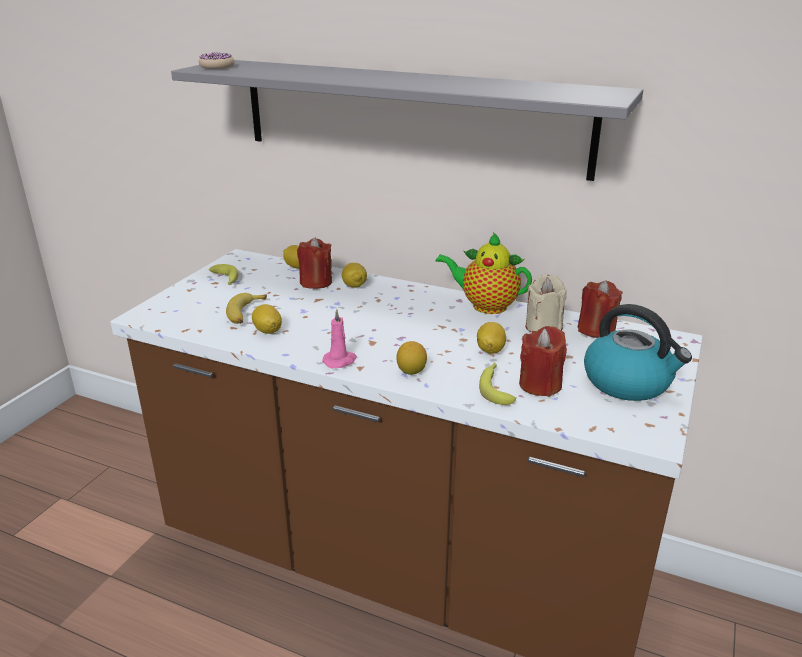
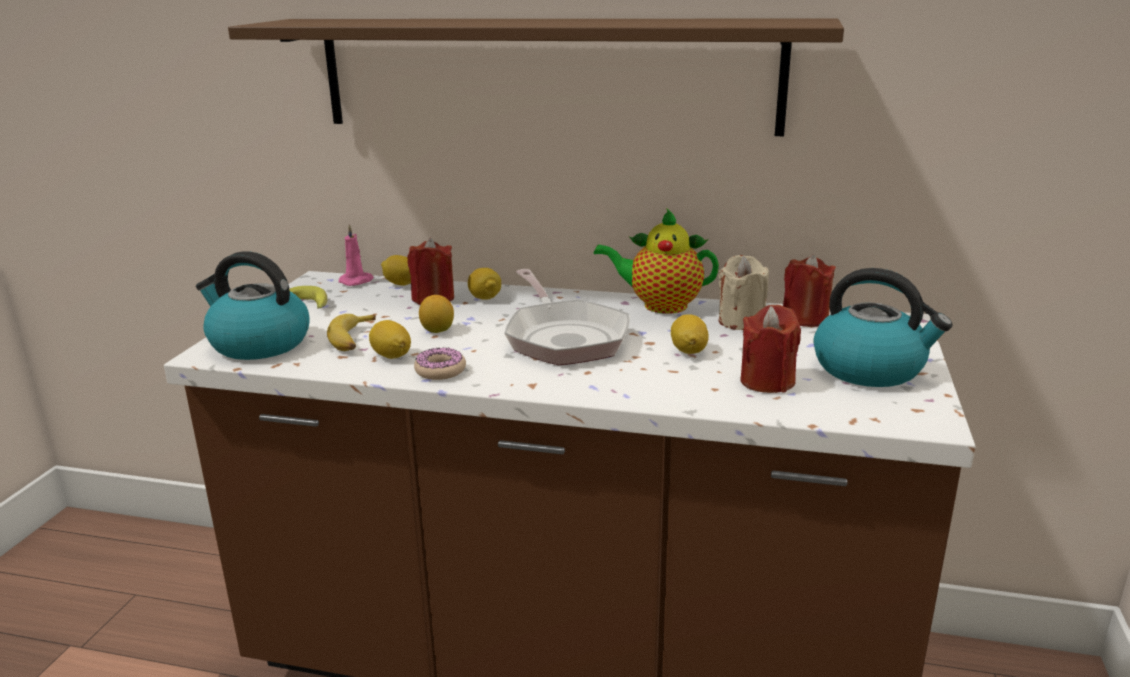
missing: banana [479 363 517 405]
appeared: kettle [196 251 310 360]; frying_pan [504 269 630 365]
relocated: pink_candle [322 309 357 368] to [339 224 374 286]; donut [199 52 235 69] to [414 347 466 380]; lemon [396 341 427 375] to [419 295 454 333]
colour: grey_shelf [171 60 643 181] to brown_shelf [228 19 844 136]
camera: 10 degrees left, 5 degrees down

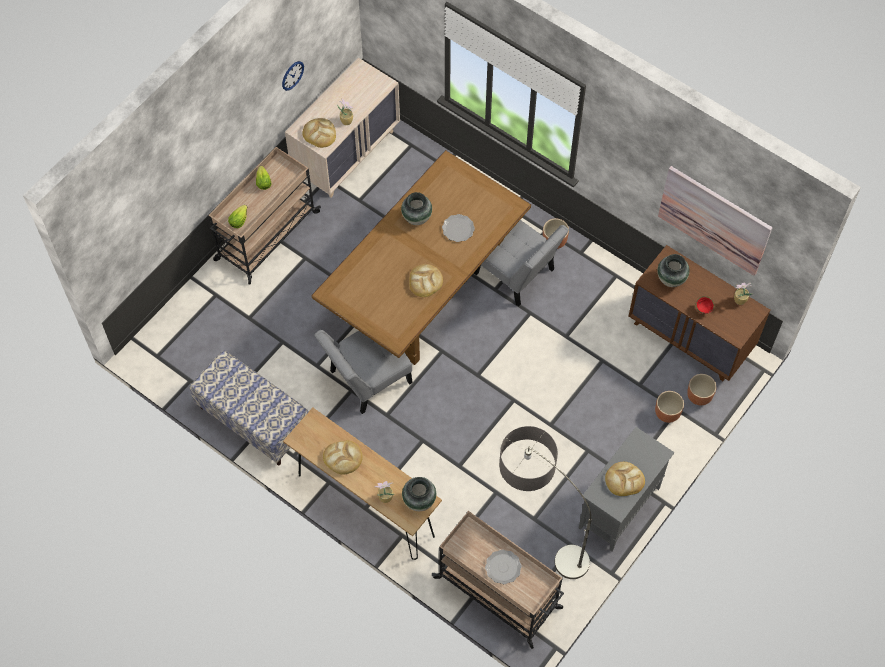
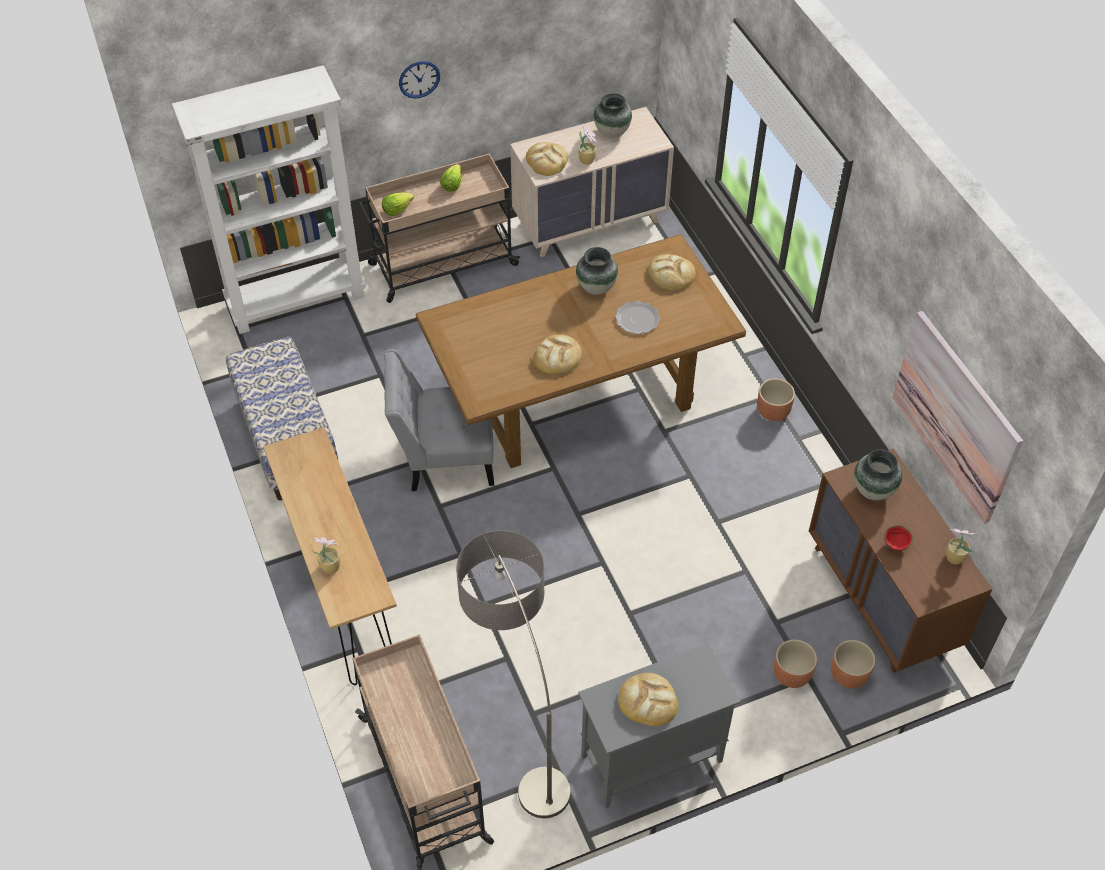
missing: grey_chair [474 220 569 307]; plate [485 549 522 584]
appeared: white_bookcase [172 65 366 334]
relocated: wall_clock [282 61 304 91] to [399 61 440 98]; vase [402 477 436 511] to [594 93 632 138]; bread [323 441 363 475] to [648 254 696 290]
camera: 30 degrees right, 10 degrees down

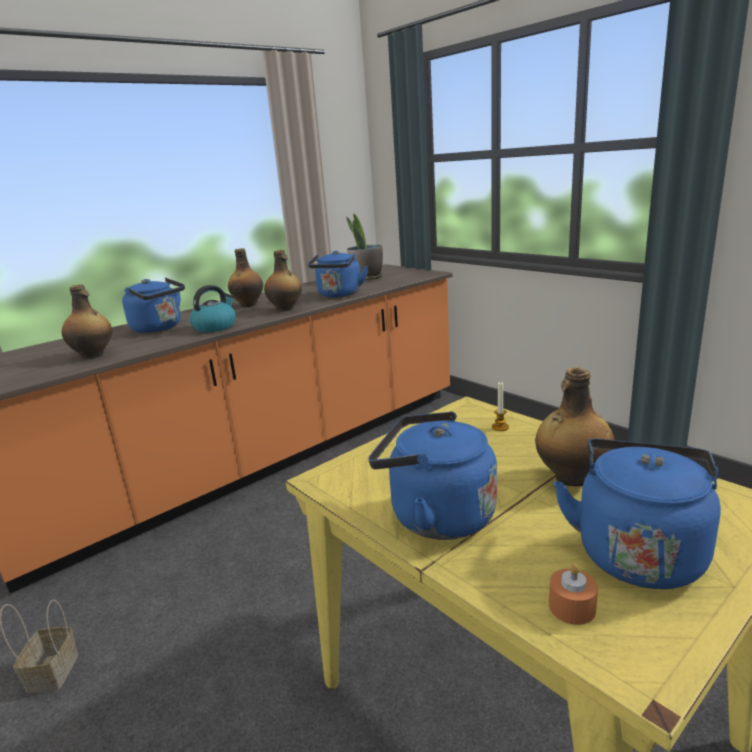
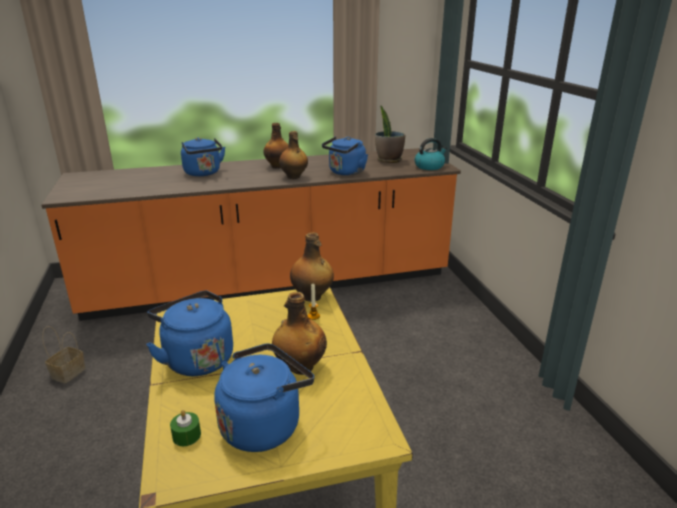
relocated: bottle [62 284 112 359] to [290 232 334 302]; kettle [190 285 236 332] to [414 138 447 170]
colour: orange_candle [549 563 598 625] to green_candle [170 410 201 446]
camera: 25 degrees right, 5 degrees up

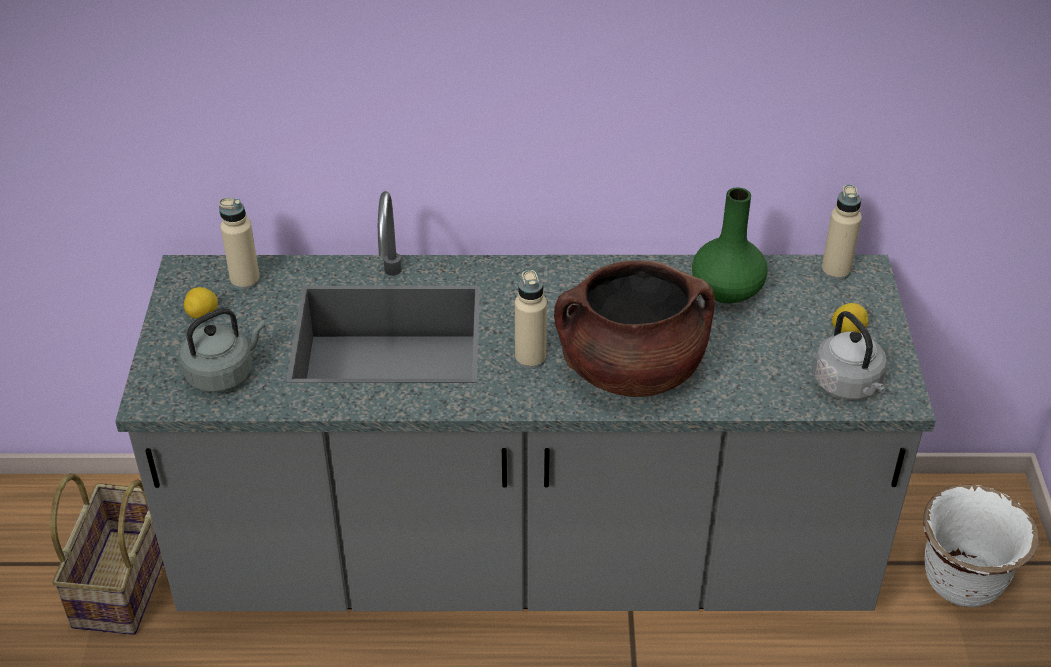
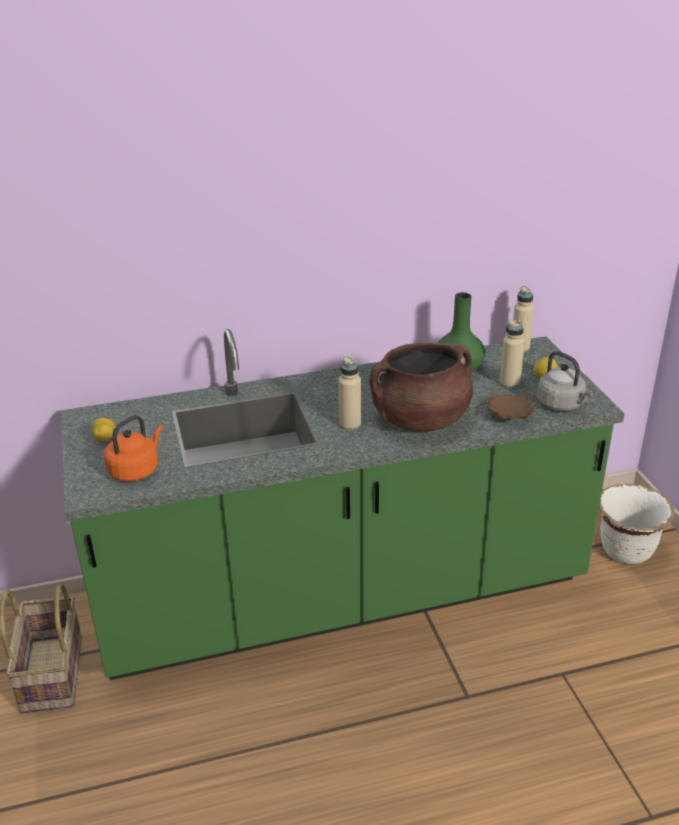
appeared: brown_plate [484 388 539 420]
relocated: beige_bottle [219 198 260 290] to [500 320 525 388]
colour: grey_counter [115 191 936 611] to green_counter [61 329 625 680]; grey_kettle [180 308 265 393] to orange_kettle [104 415 163 482]
camera: 15 degrees left, 10 degrees down

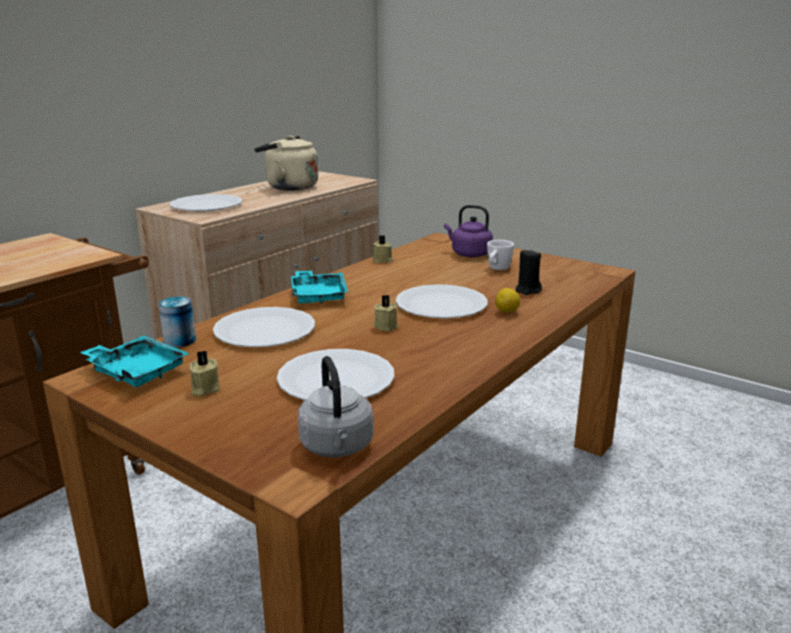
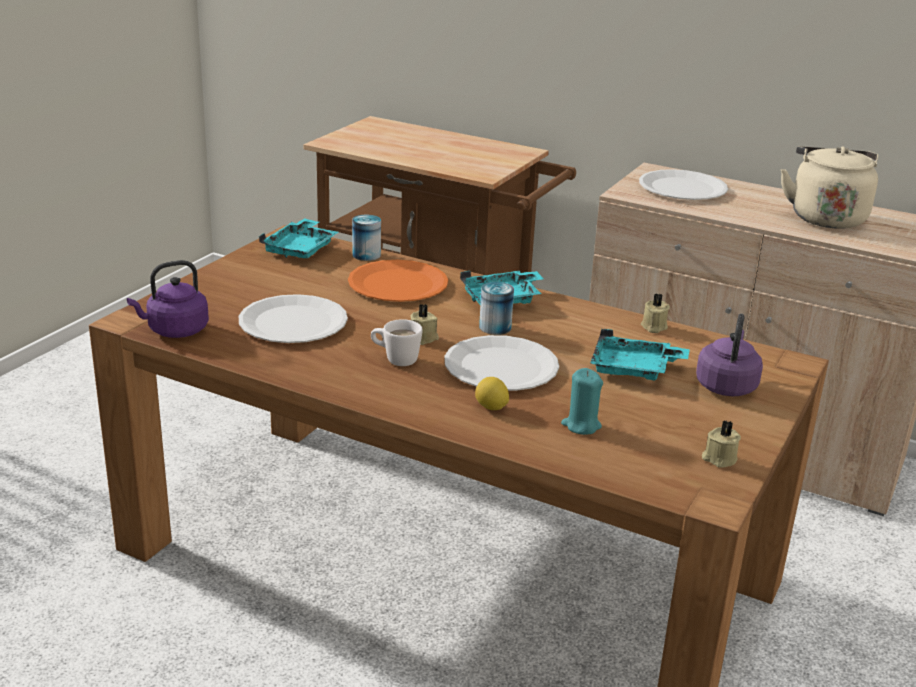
appeared: can [479 282 514 335]; turquoise_tray [590 329 690 381]
relocated: white_mug [487 240 514 270] to [371 319 423 366]; beige_candle [190 351 219 396] to [702 420 741 468]
colour: grey_kettle [298 356 374 458] to purple_kettle [127 260 209 338]; white_plate [213 307 315 347] to orange_plate [348 260 448 302]; black_candle [516 249 542 295] to turquoise_candle [561 368 603 435]
camera: 80 degrees right, 5 degrees up

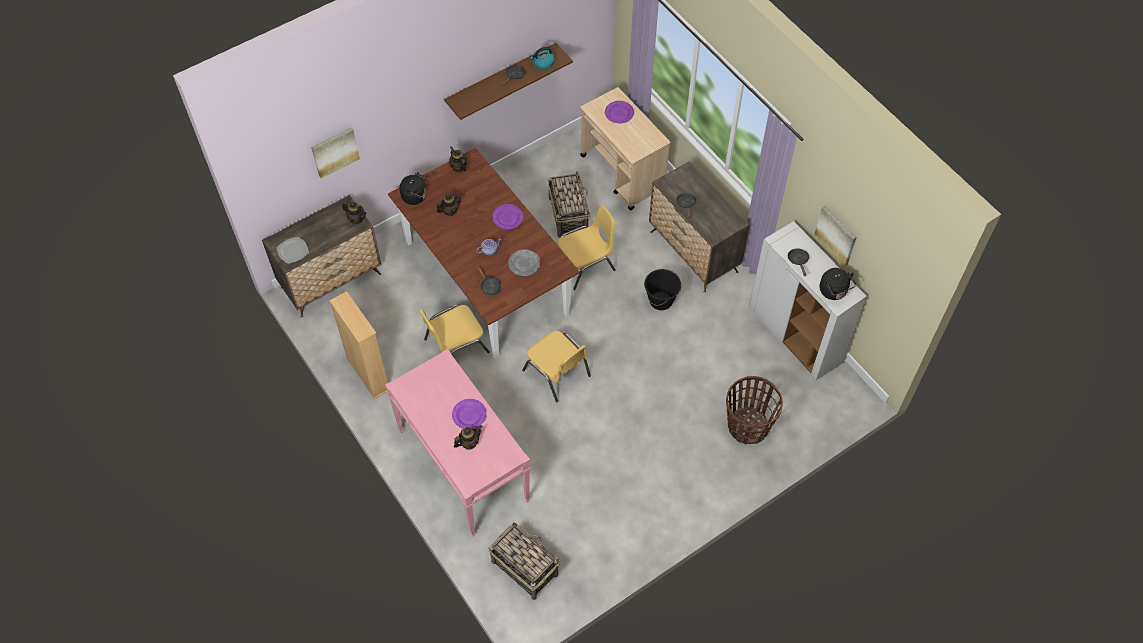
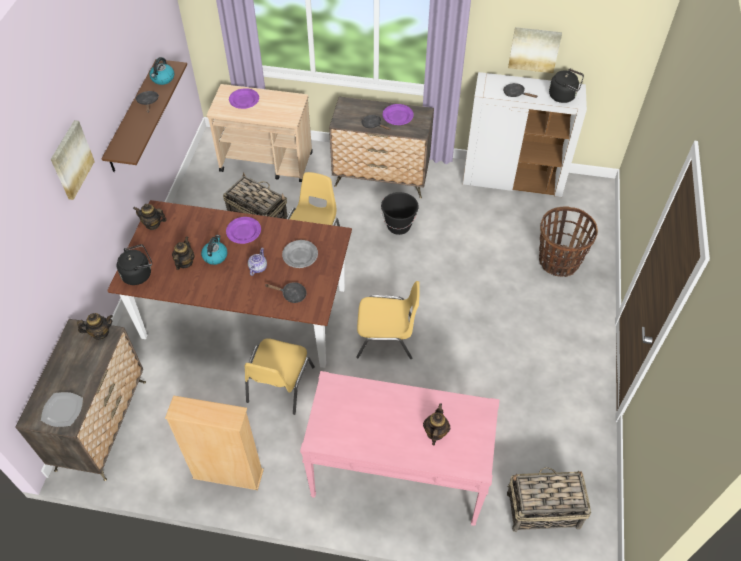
appeared: kettle [201 235 227 265]
relocated: picture [311 127 360 178] to [51 120 95 200]; purple_plate [452 399 487 429] to [383 104 414 125]
camera: 45 degrees left, 5 degrees down

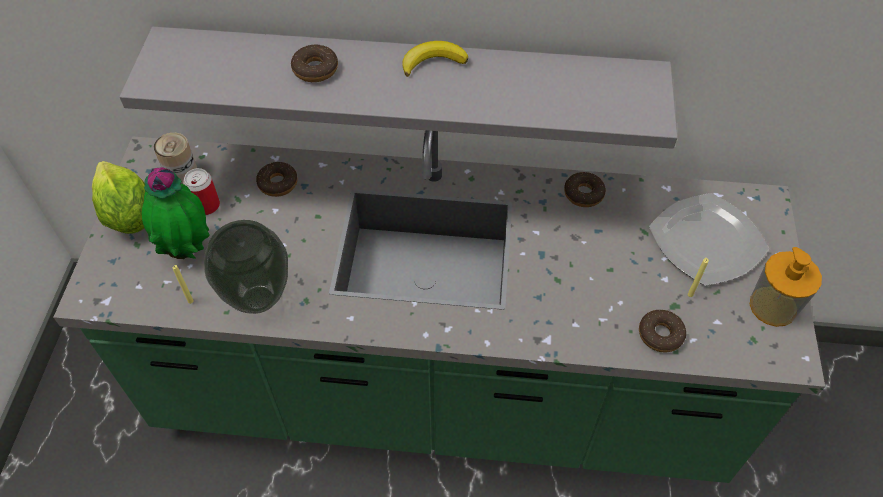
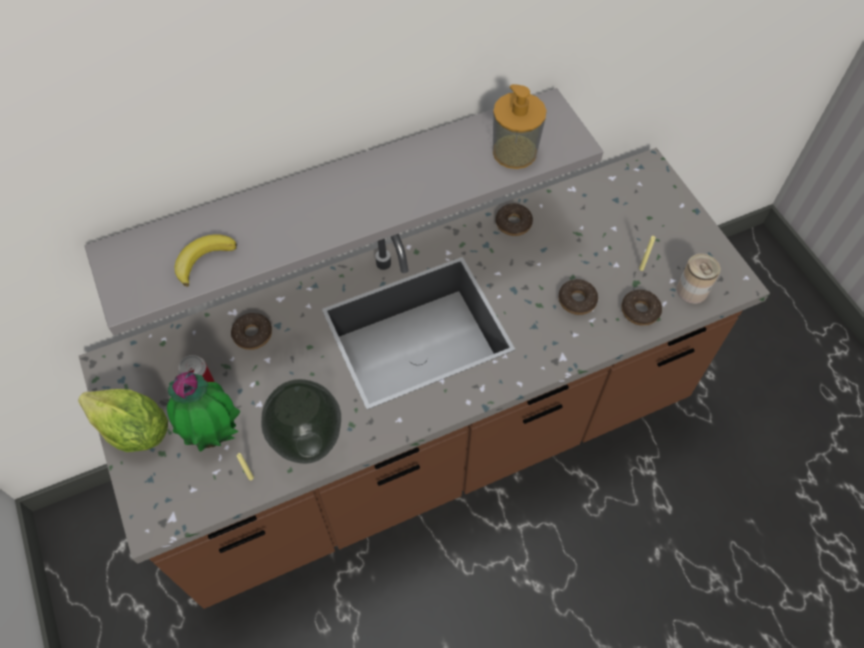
missing: plate [649 193 769 286]
relocated: banana [403 41 468 77] to [175 234 237 287]; soap_dispenser [750 247 822 327] to [493 84 547 169]; donut [291 45 338 82] to [559 279 598 315]; can [154 133 197 184] to [677 254 720 304]
colour: green_counter [53 130 825 483] to brown_counter [79 148 770 609]
camera: 30 degrees left, 5 degrees up

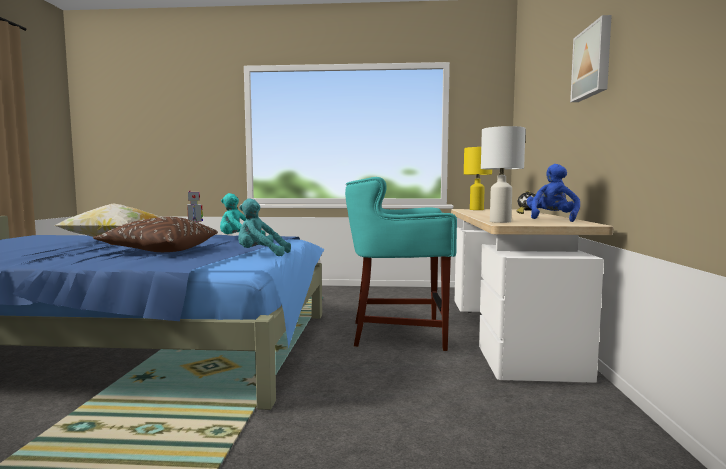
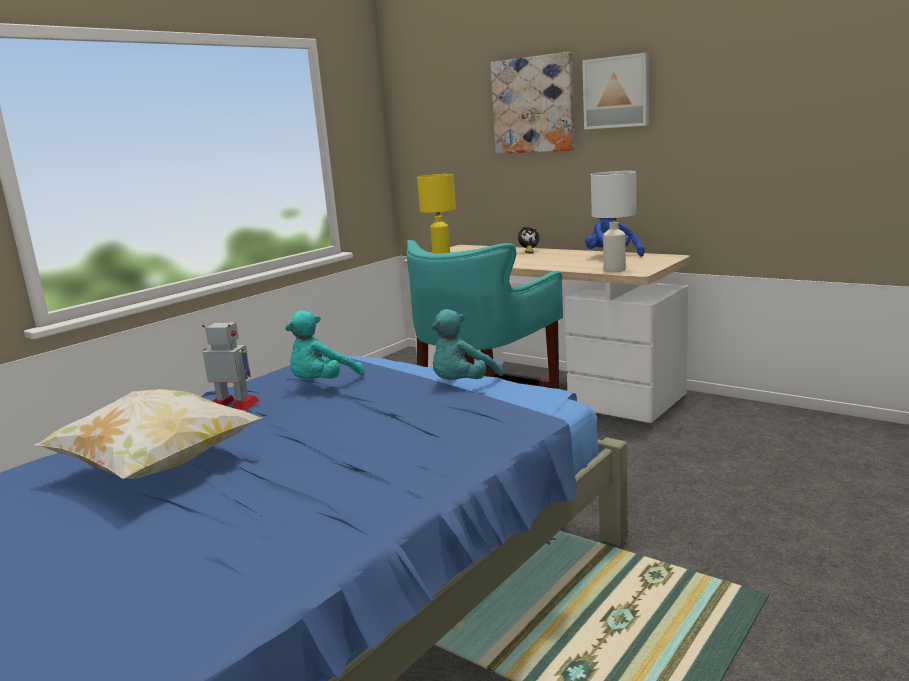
missing: brown_pillow [93 217 218 252]
appeared: picture [490 52 575 154]
camera: 55 degrees left, 10 degrees up

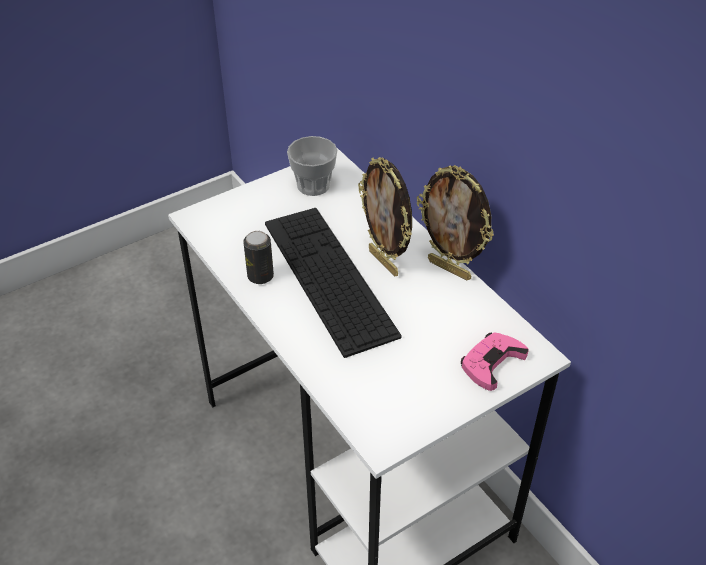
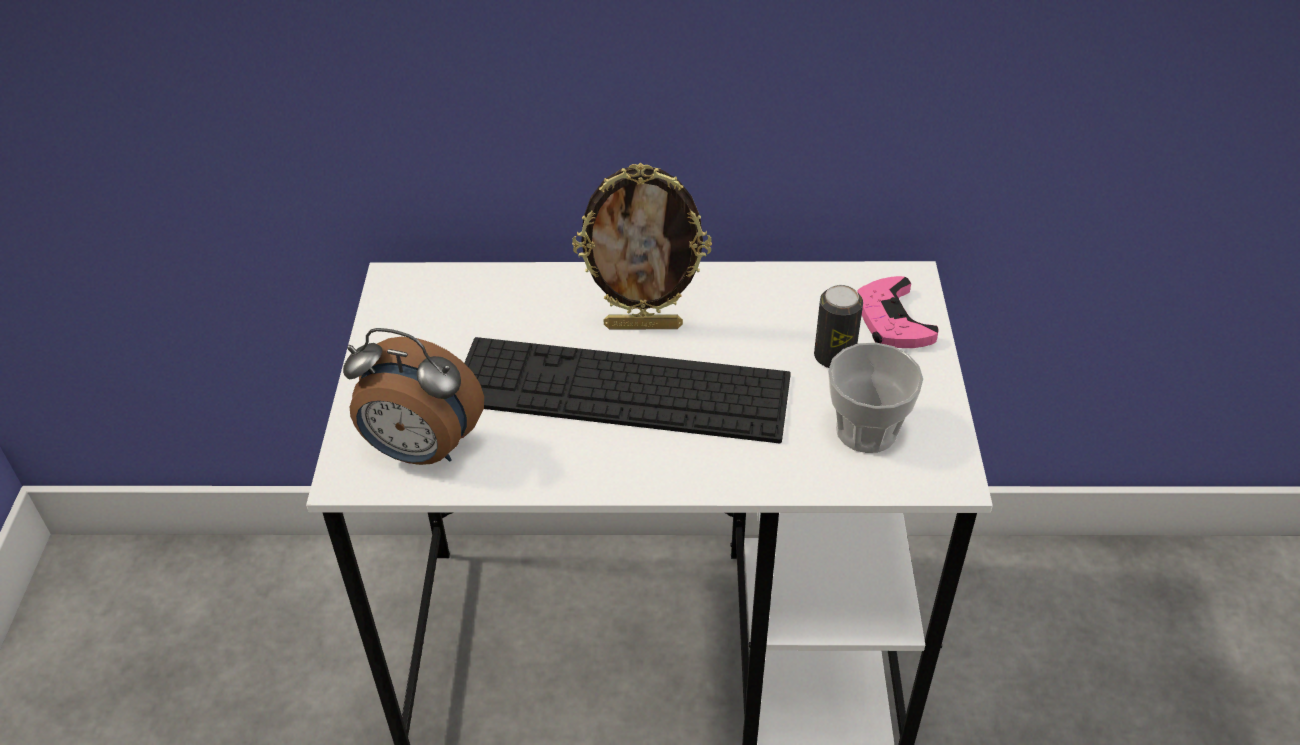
missing: picture_frame [417 165 494 280]
appeared: alarm_clock [343 328 484 465]
relocated: can [243 231 274 284] to [814 285 863 368]; cup [287 136 337 196] to [828 343 923 453]
camera: 55 degrees left, 0 degrees up

